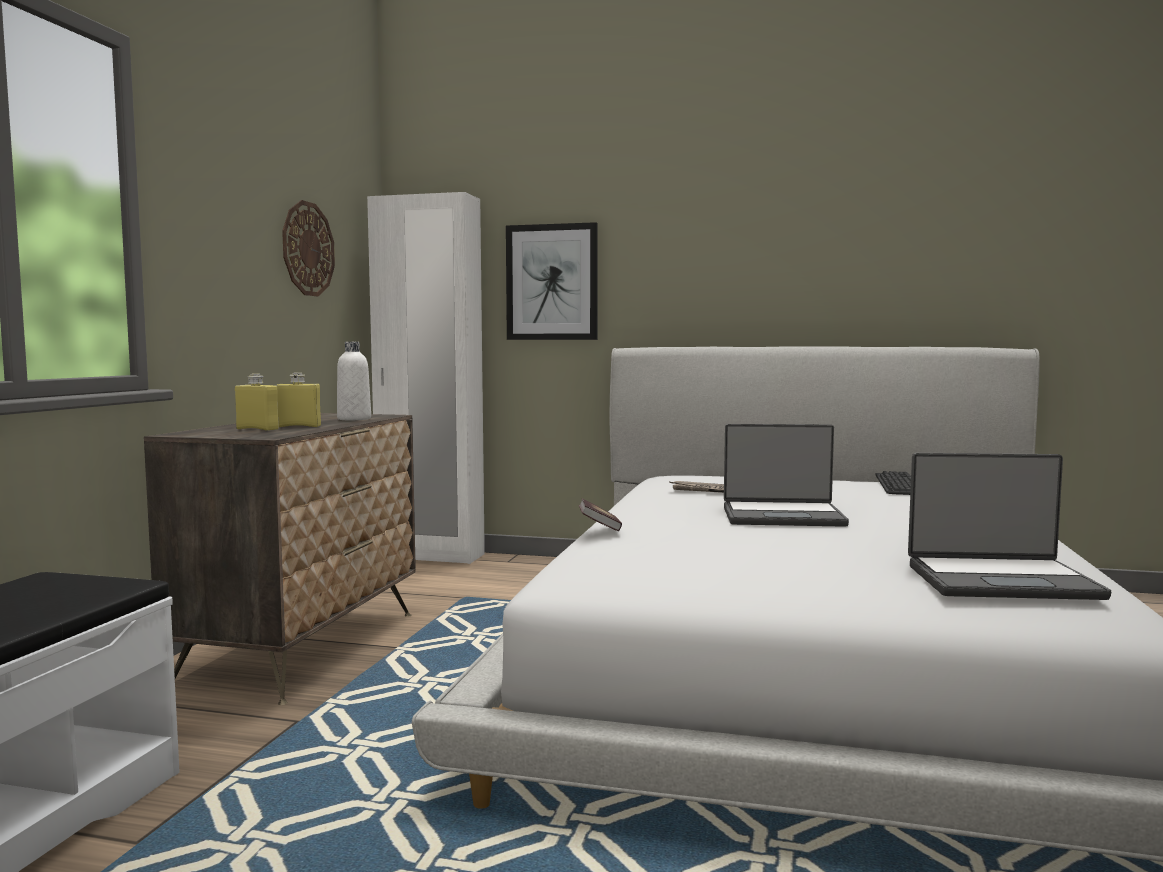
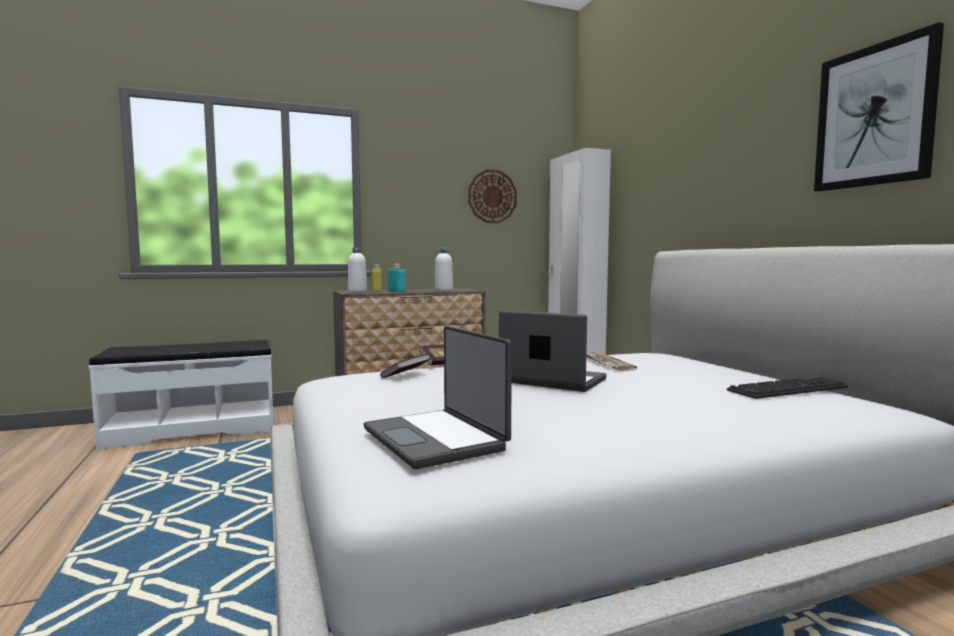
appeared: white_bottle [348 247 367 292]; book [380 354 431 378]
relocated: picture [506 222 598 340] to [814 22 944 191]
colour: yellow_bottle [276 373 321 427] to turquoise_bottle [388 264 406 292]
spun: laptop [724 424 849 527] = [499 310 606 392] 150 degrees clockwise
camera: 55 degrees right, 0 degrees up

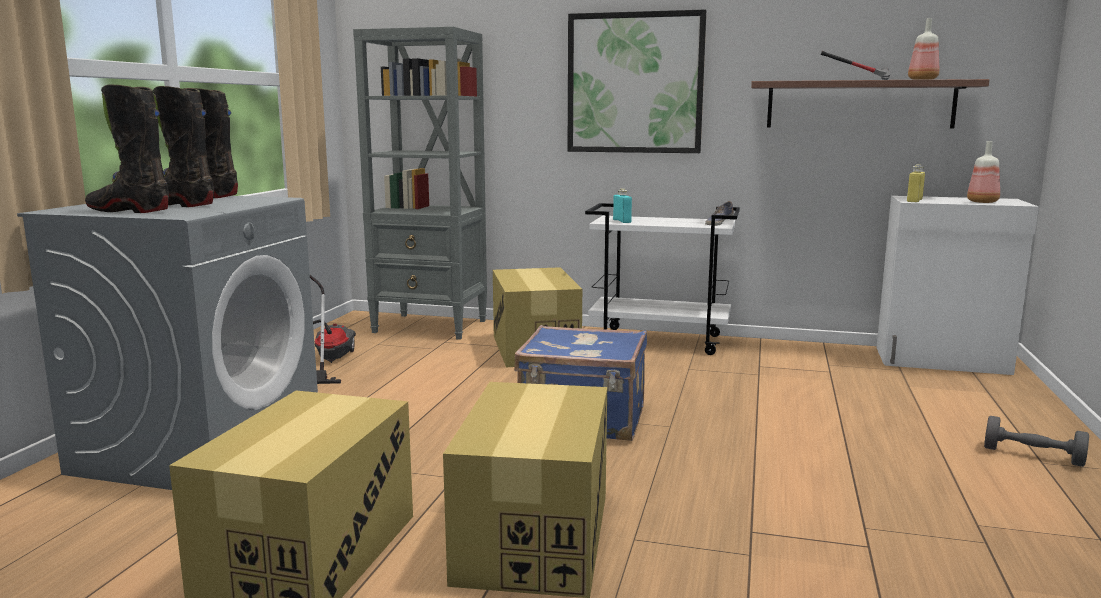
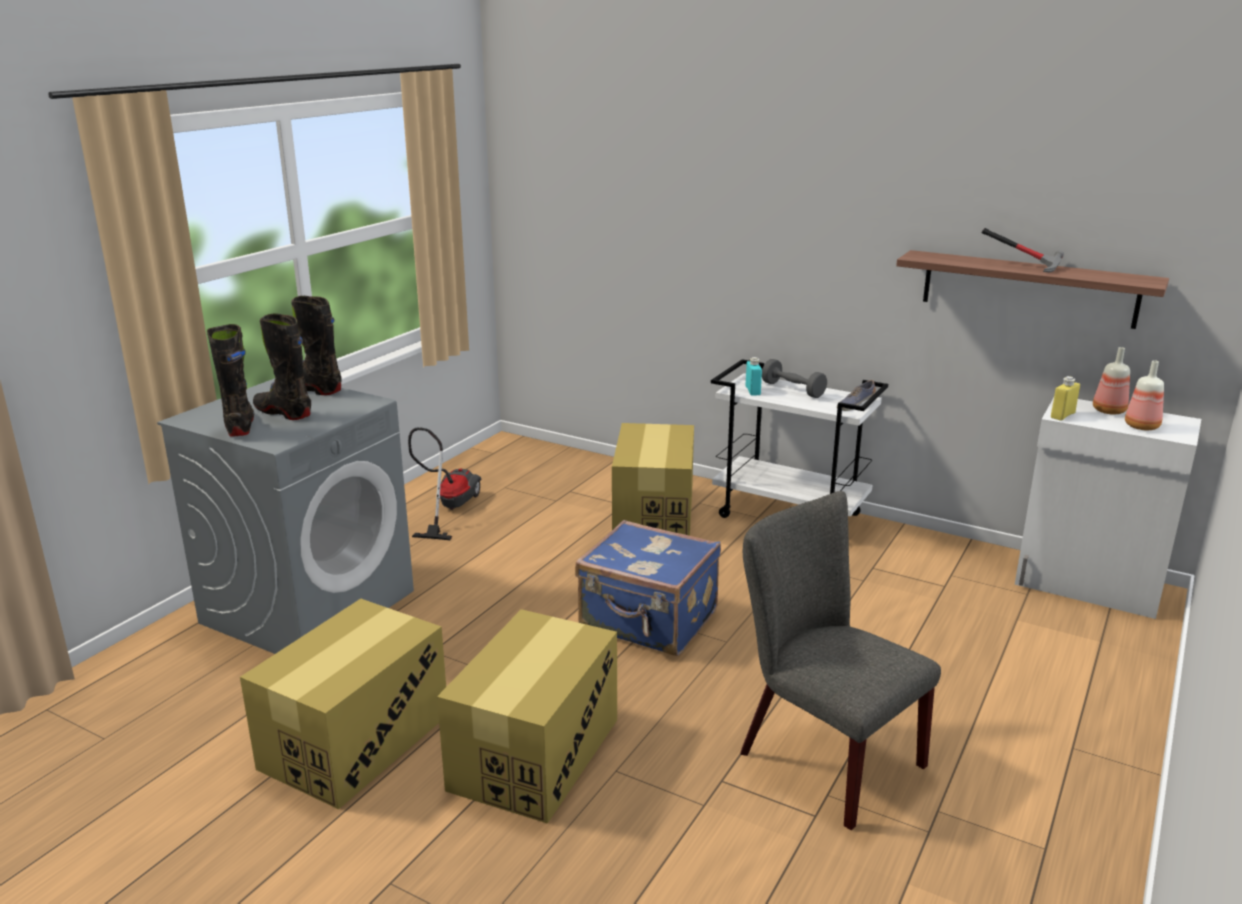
missing: grey_bookcase [353 26 487 340]; picture [568 9 706 153]
appeared: grey_chair [740 491 941 830]
relocated: grey_dumbbell [984 416 1089 467] to [762 359 827 398]; bottle [908 18 939 80] to [1093 347 1130 415]
spun: black_boot [85 84 169 213] = [207 324 255 437] 45 degrees clockwise
camera: 15 degrees right, 10 degrees up

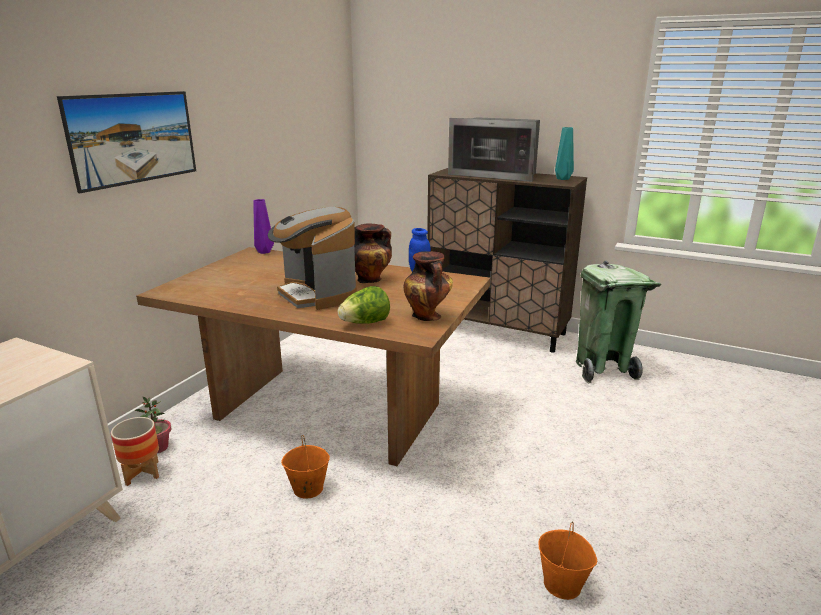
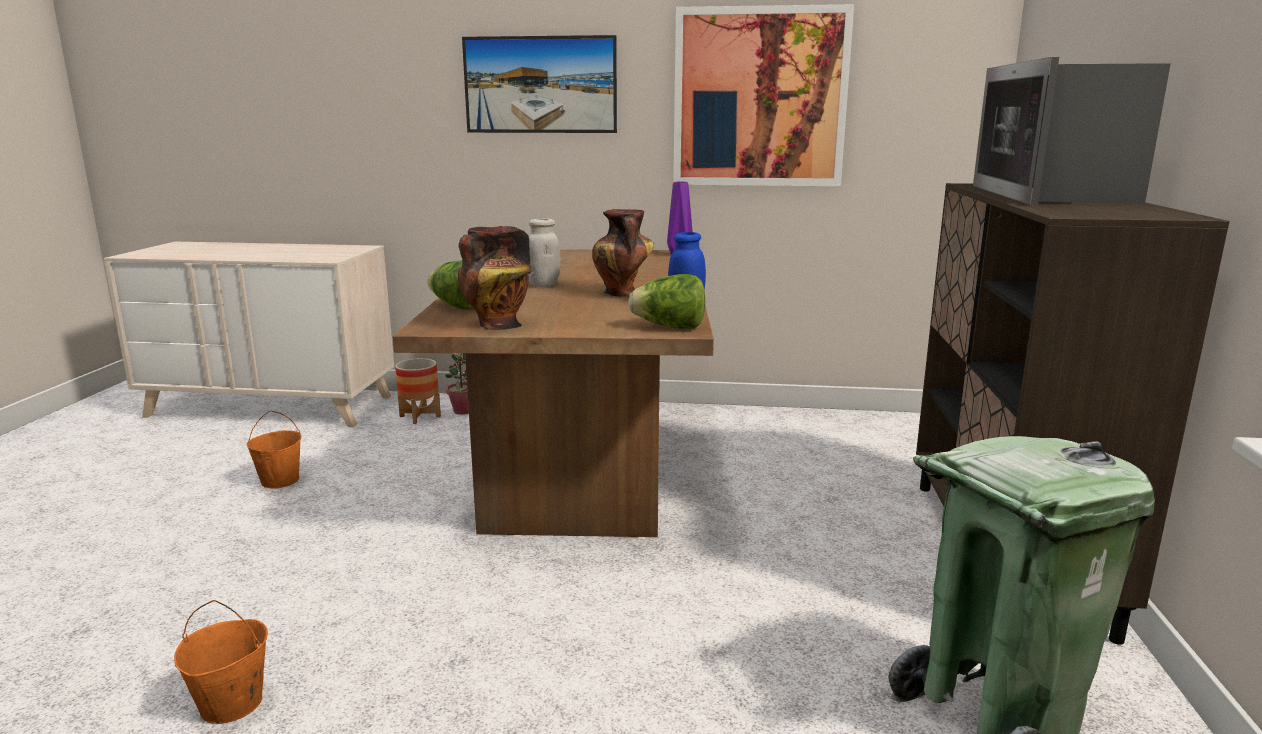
missing: turquoise_vase [555 127 574 180]
appeared: lettuce [628 274 705 329]; picture [673 4 854 186]
relocated: orange_bucket [281 435 330 499] to [247 411 302 489]
exchanged: coffee_machine [268 207 357 310] to white_jar [528 218 561 287]
camera: 70 degrees right, 5 degrees down

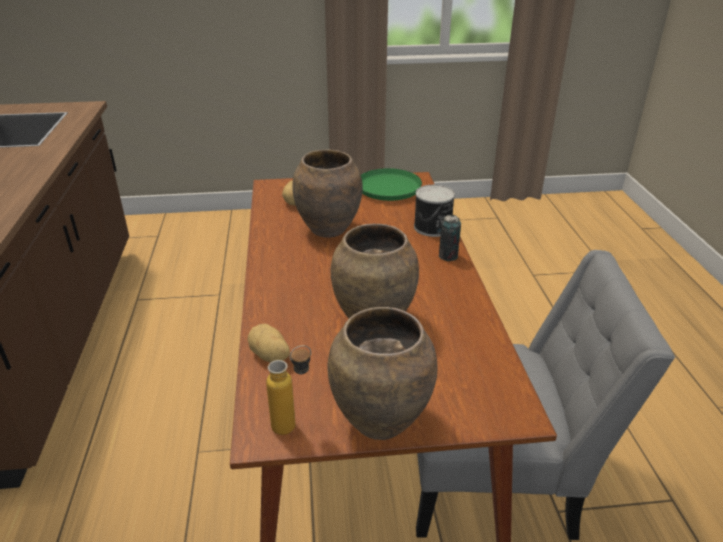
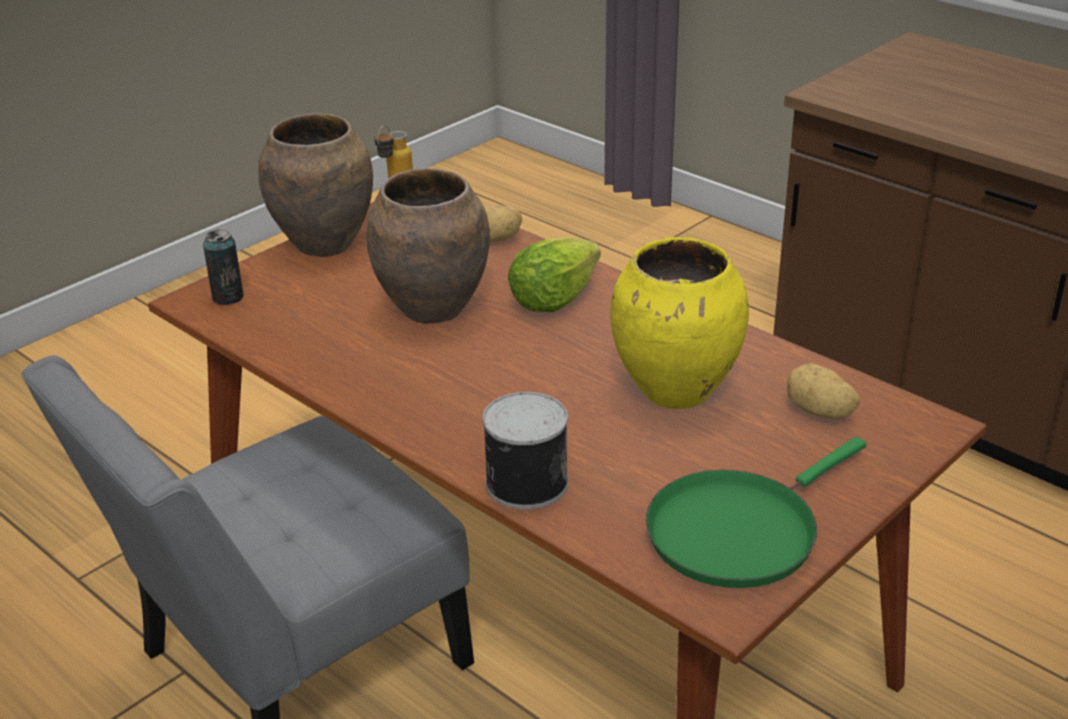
appeared: lettuce [508 237 601 312]
relocated: can [439 215 461 261] to [203 230 244 305]
colour: brown_vase [292 150 363 238] to yellow_vase [610 237 749 409]
camera: 140 degrees right, 0 degrees up

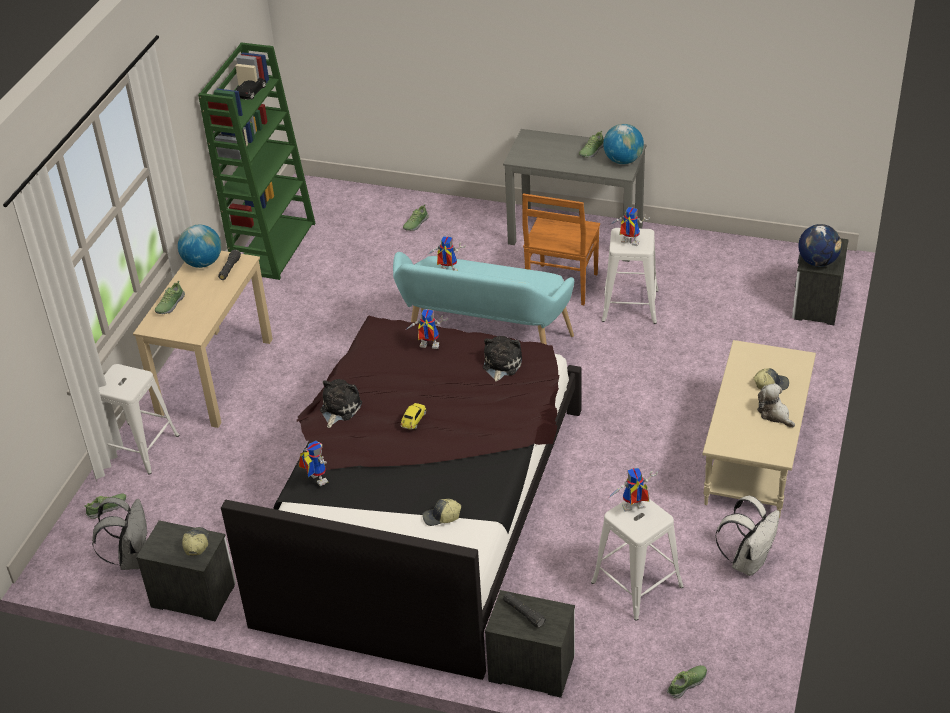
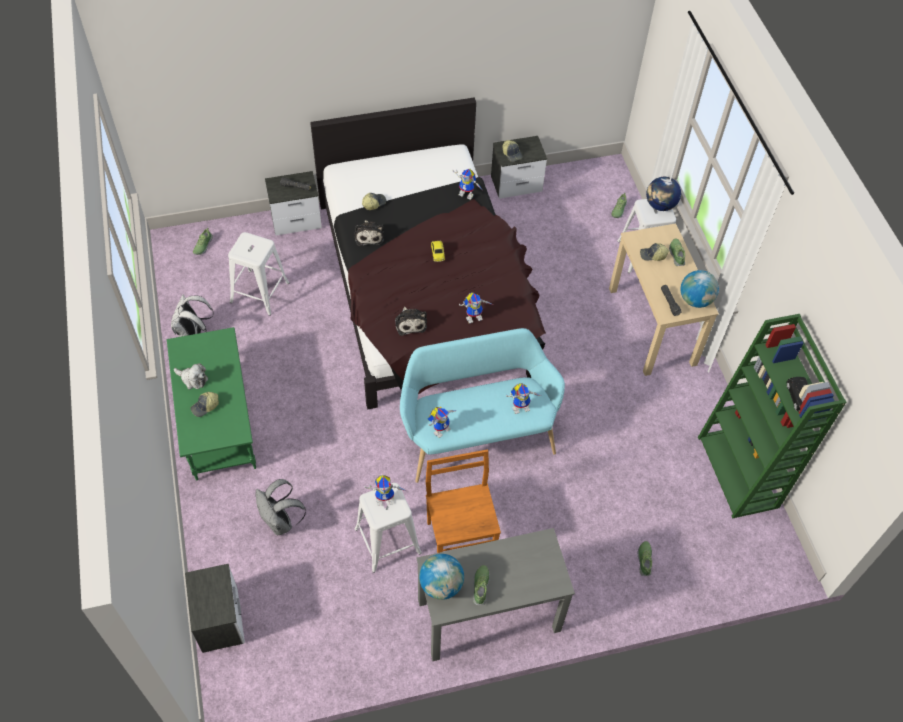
appeared: cap [640 243 669 261]
relocated: grey_backpack [92 497 147 570] to [255 479 306 535]; plush_toy [320 379 362 428] to [355 220 384 246]; toy_robot [609 468 658 512] to [428 407 457 438]; globe [798 224 842 267] to [646 177 681 211]
colour: beige_coffee_table [702 340 816 518] to green_coffee_table [167 327 256 480]
camera: 145 degrees right, 15 degrees up

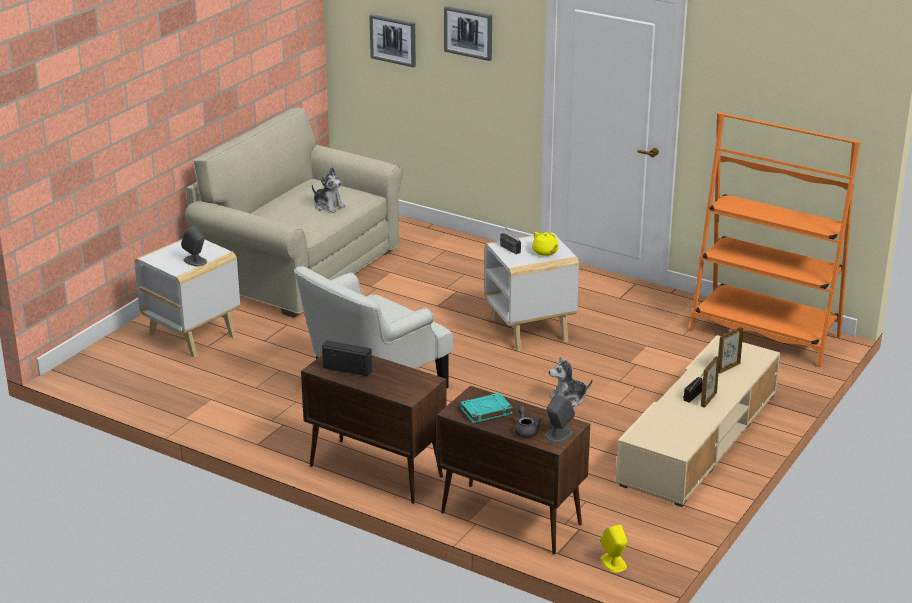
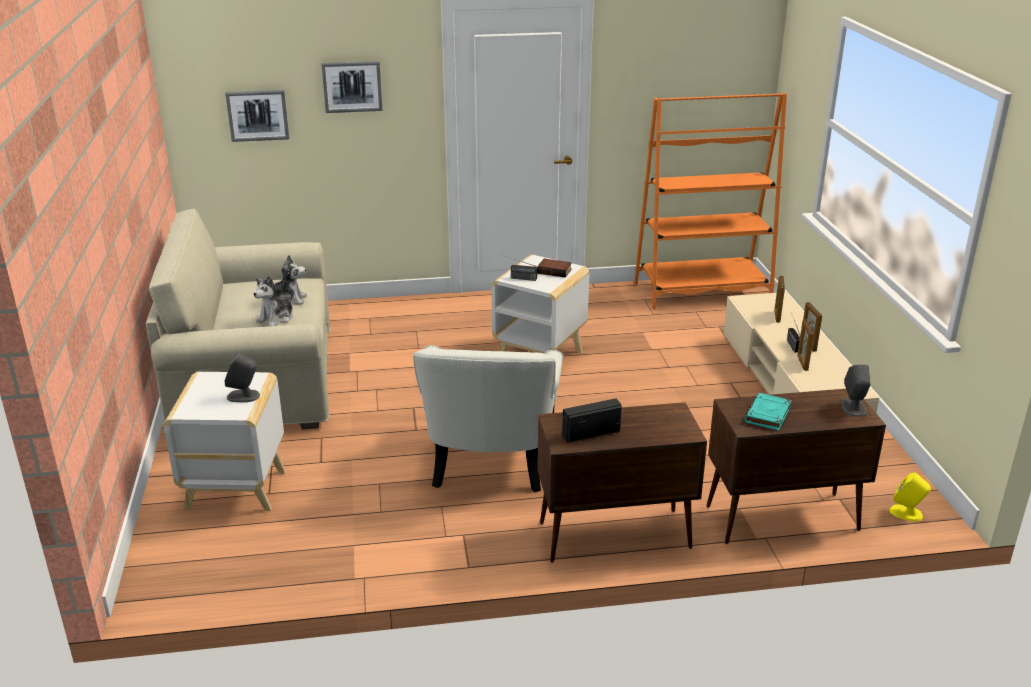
missing: grey_teapot [515 406 542 438]
appeared: picture_frame [797 319 814 371]
relocated: plush_toy [549 357 593 407] to [253 276 293 326]
exchanged: yellow_teapot [532 232 559 256] to book [537 259 572 278]
camera: 40 degrees left, 0 degrees up

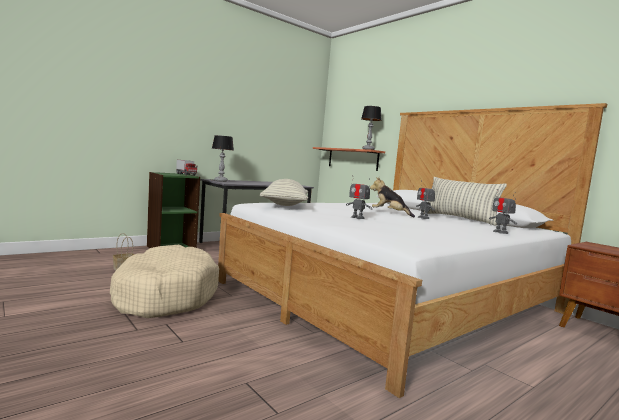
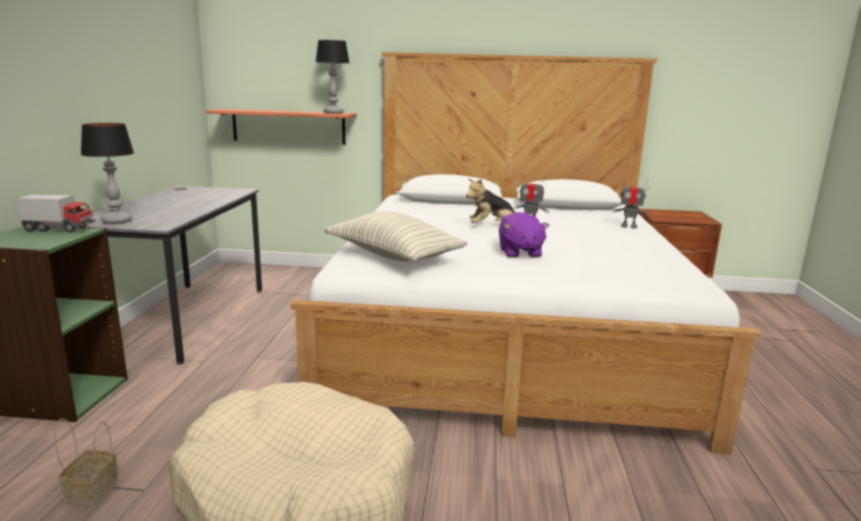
missing: pillow [424 177 507 225]
exchanged: toy_robot [346 175 373 219] to purple_plush_toy [499 212 550 258]
camera: 45 degrees left, 10 degrees up

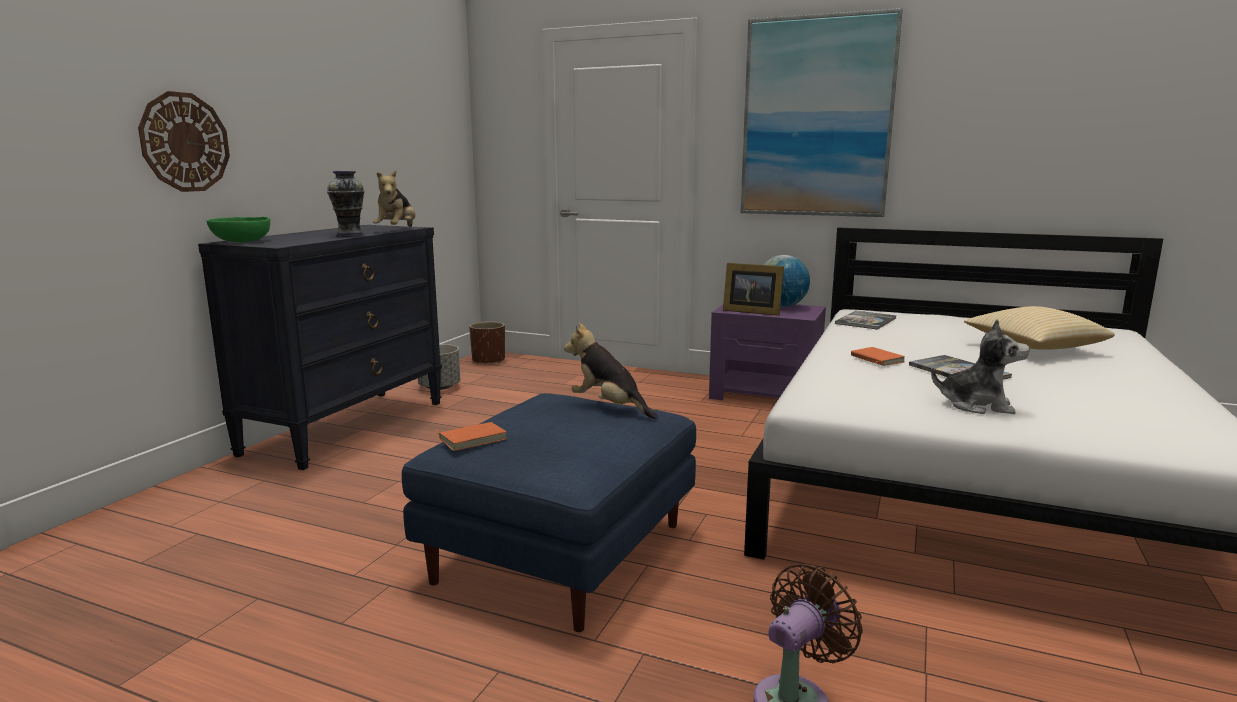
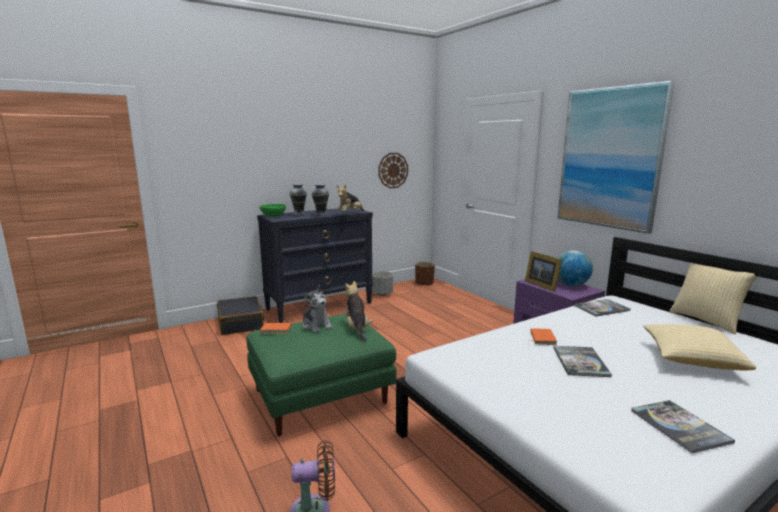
appeared: black_suitcase [217 296 264 335]; vase [289 184 307 216]; book [631 400 735 454]; pillow [669 263 758 334]
relocated: plush_toy [931 319 1030 414] to [302 285 333 333]; wall_clock [138 91 230 192] to [378 153 408 188]
colour: blue_ottoman [402 393 696 632] to green_ottoman [247 313 397 436]
camera: 35 degrees right, 0 degrees up

